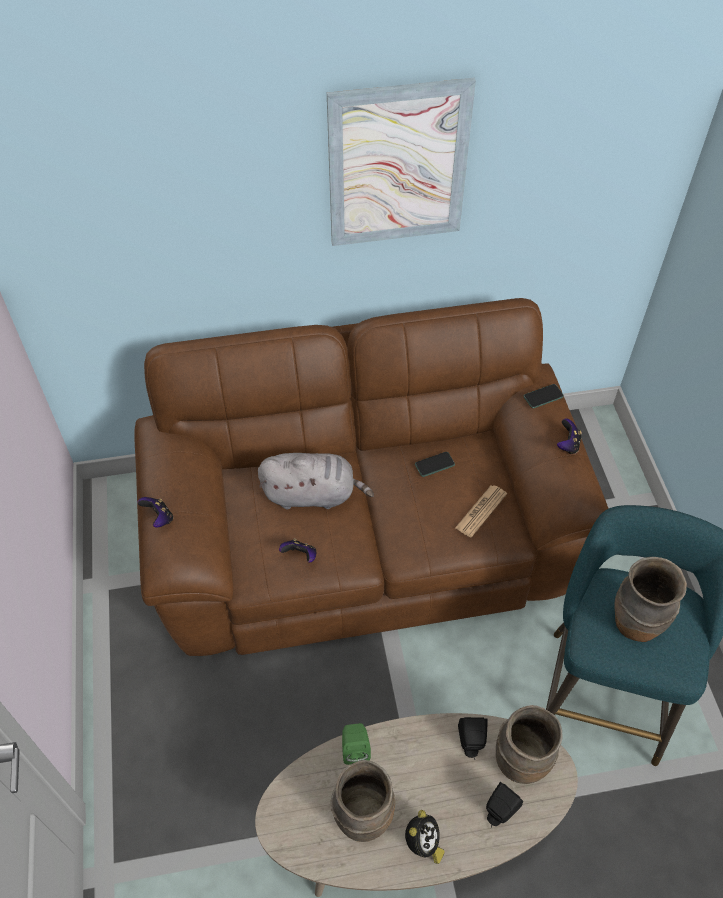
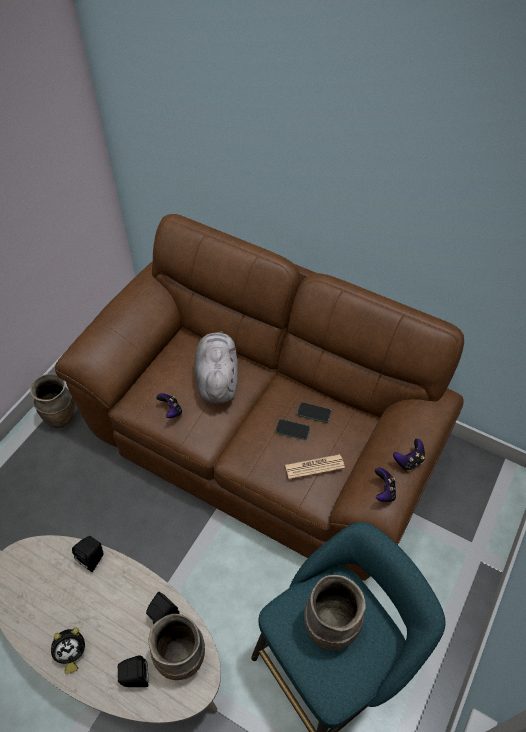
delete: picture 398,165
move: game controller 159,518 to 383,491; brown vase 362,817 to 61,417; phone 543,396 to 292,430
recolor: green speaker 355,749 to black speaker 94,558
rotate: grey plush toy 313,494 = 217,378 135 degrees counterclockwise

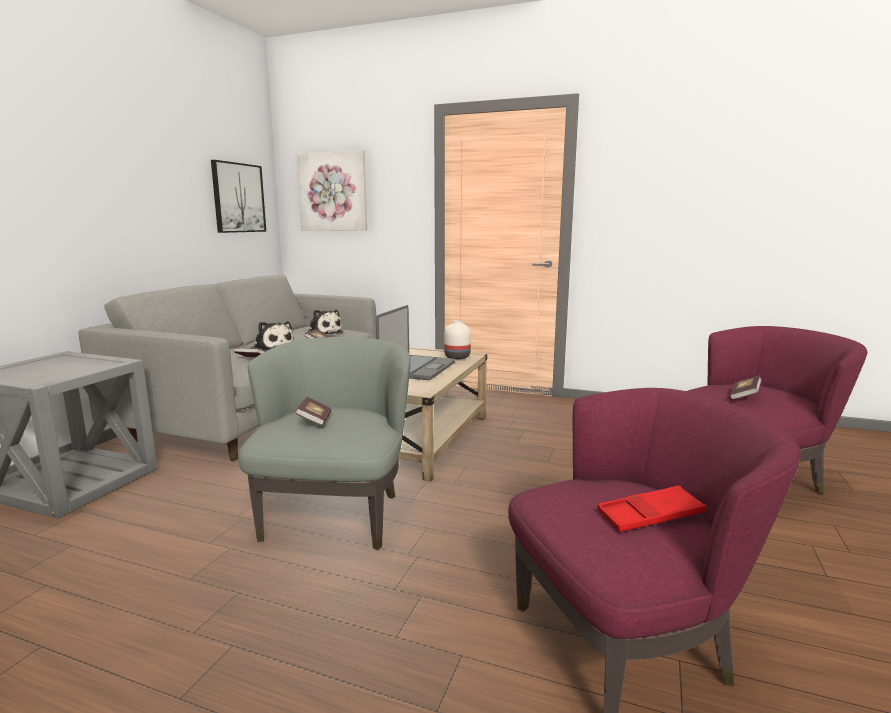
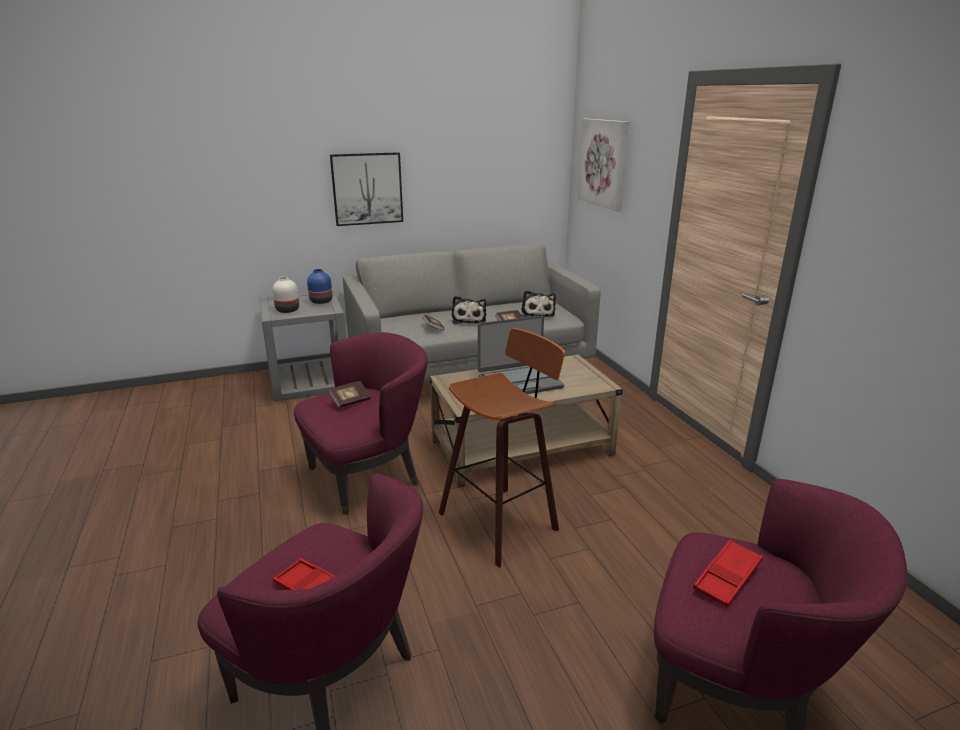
insert: blue vase 320,301; stool 502,521
move: picture 238,198 to 367,189; white vase 456,357 to 287,310
replace: book 744,396 to red tray 727,577
recolor: grey armchair 335,514 to purple armchair 368,476

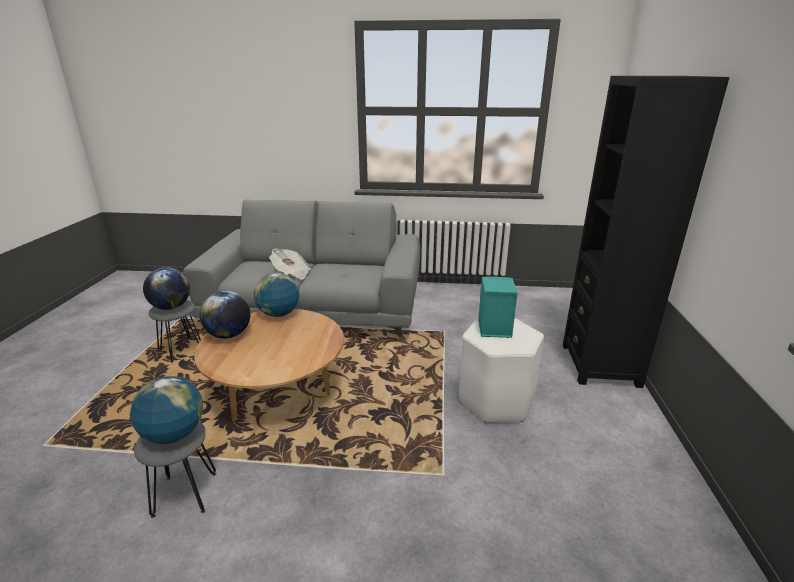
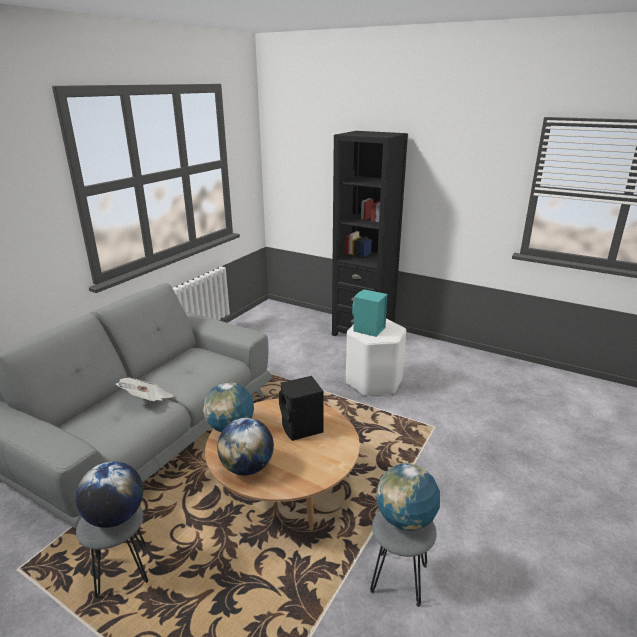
insert: black speaker 302,429

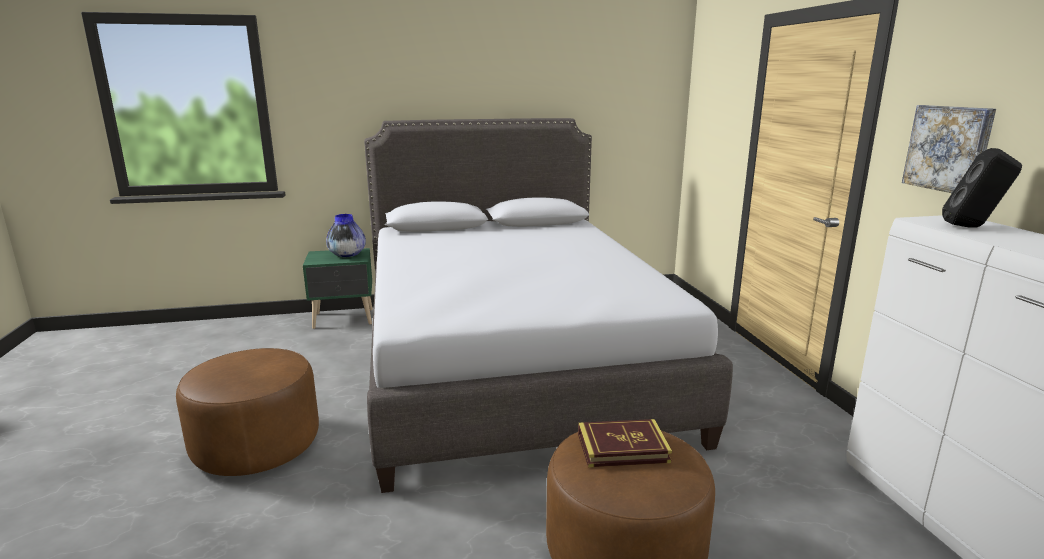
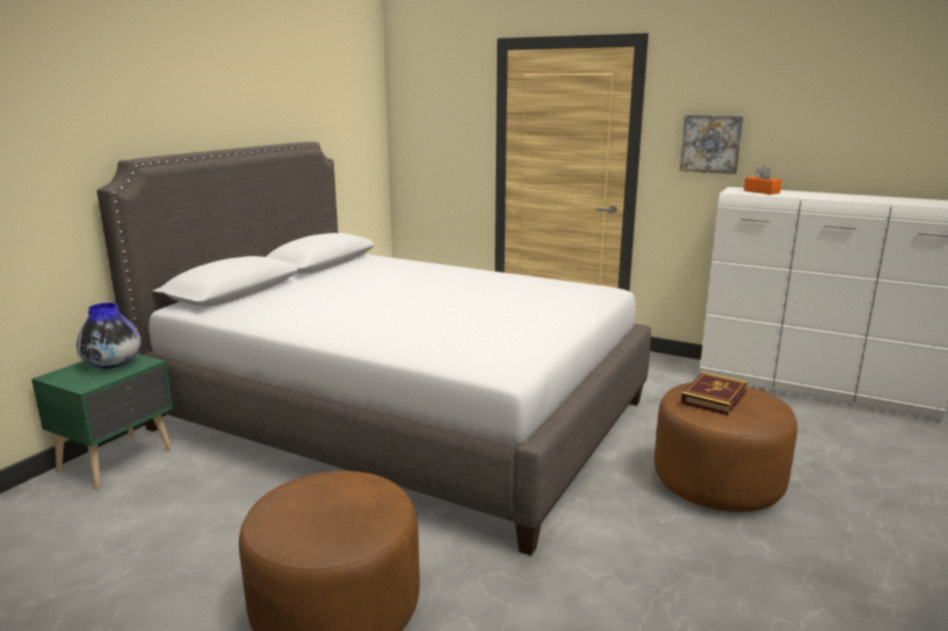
replace: black speaker 973,227 to orange tissue box 761,192

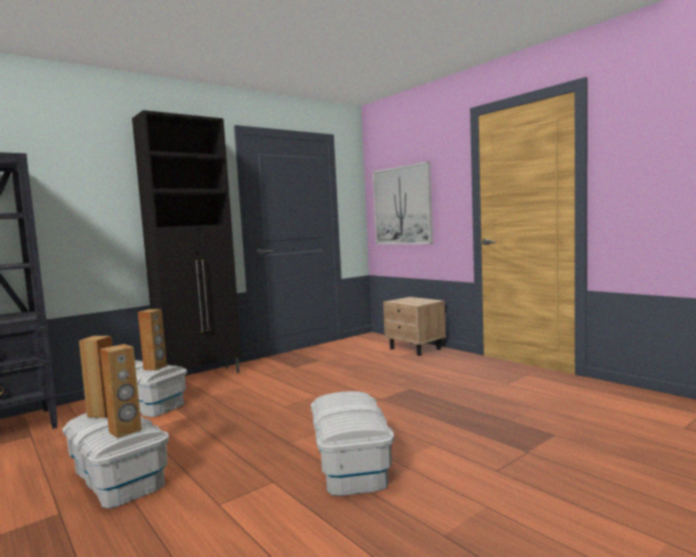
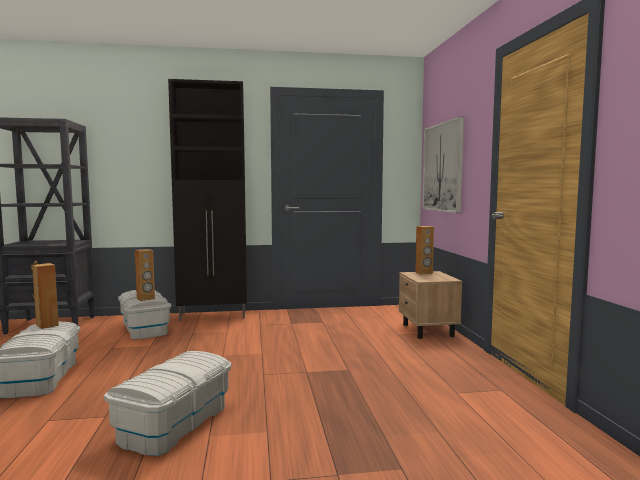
move: brown speaker 125,431 to 424,273

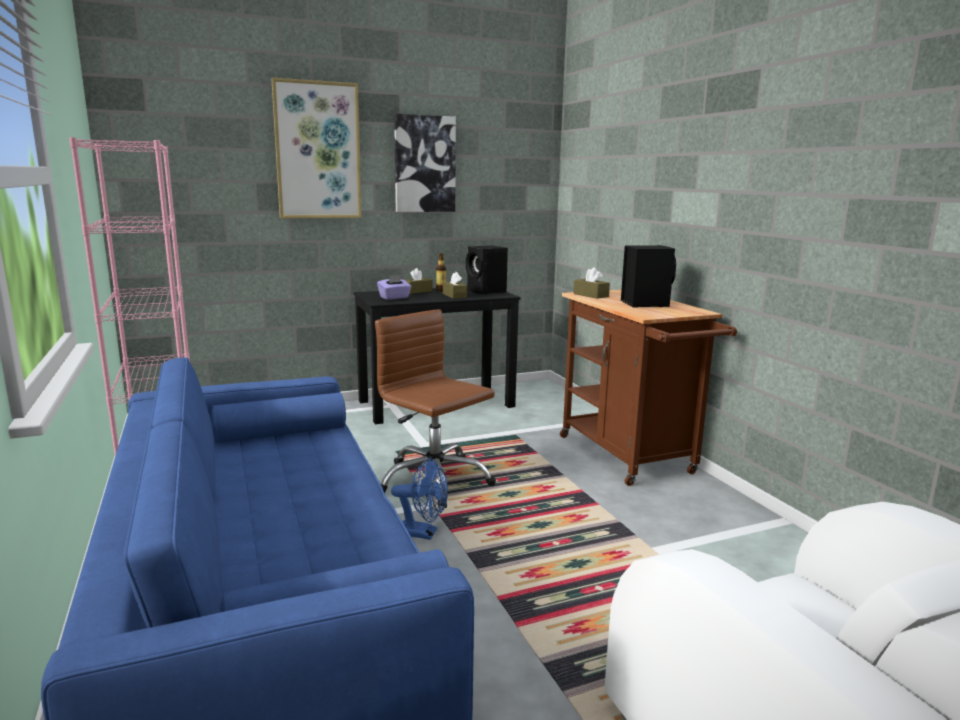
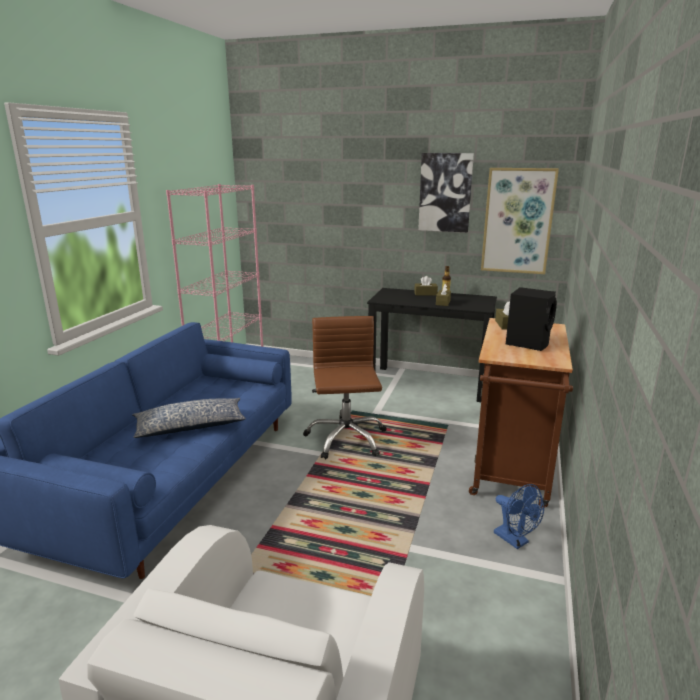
delete: purple tissue box 394,298; black speaker 487,291
insert: pillow 191,427
move: picture 318,151 to 517,221; blue fan 423,533 to 515,541

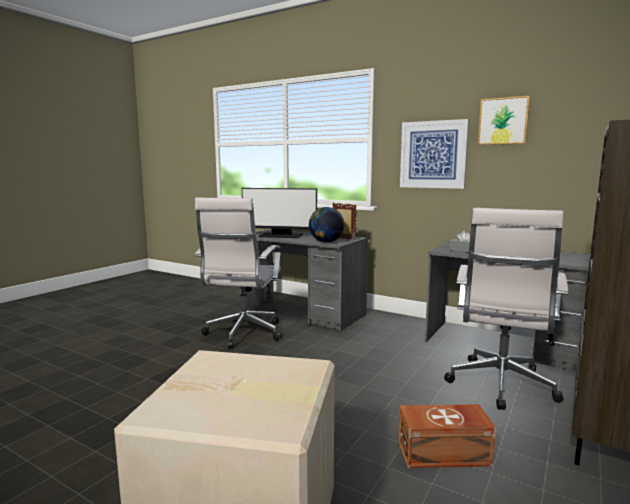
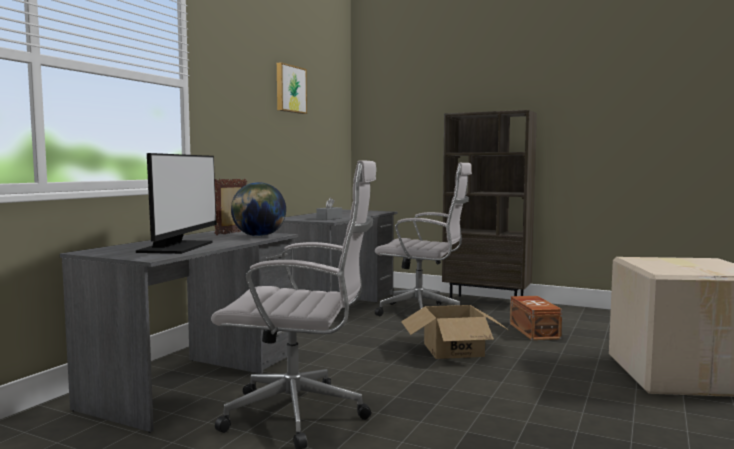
delete: picture 433,154
insert: cardboard box 453,349

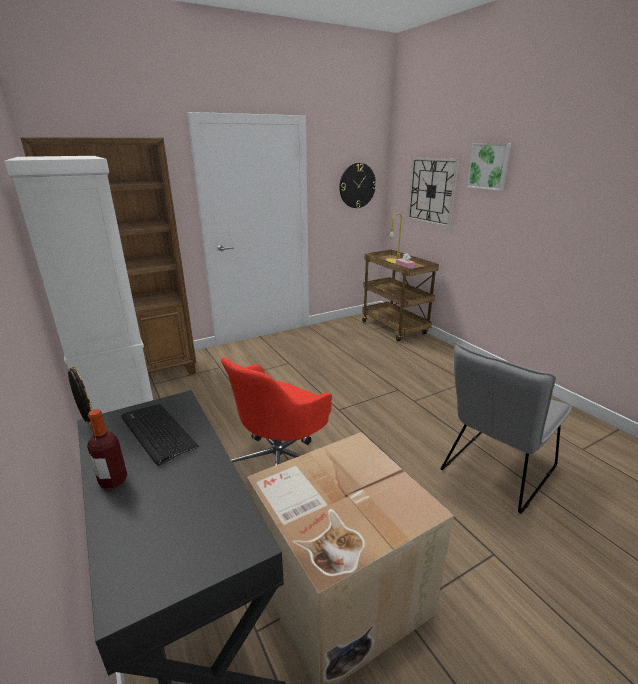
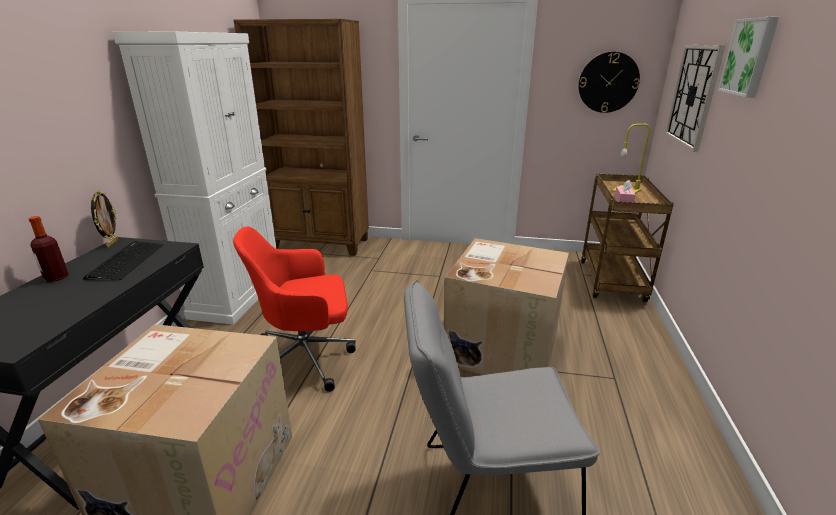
insert: cardboard box 501,347

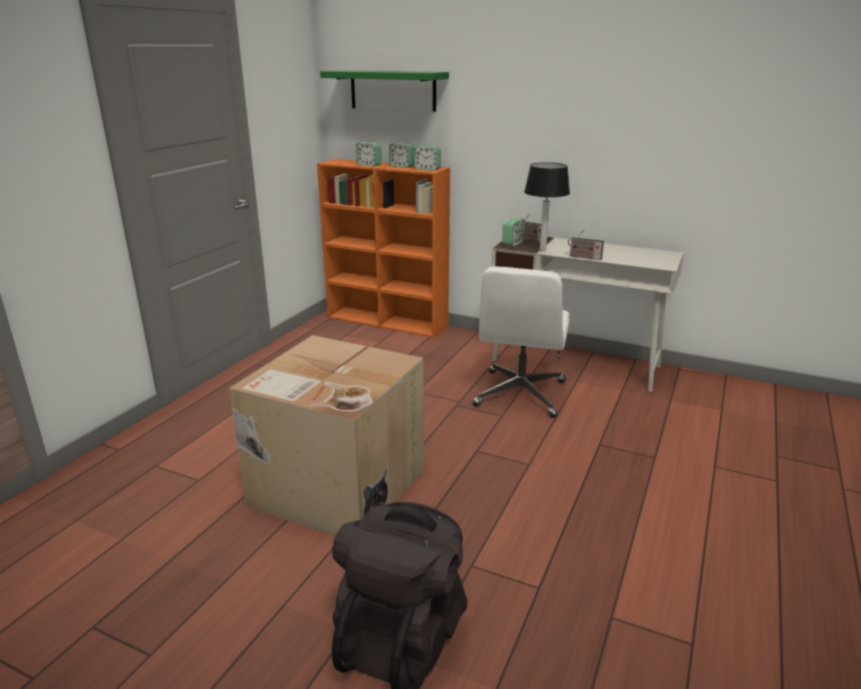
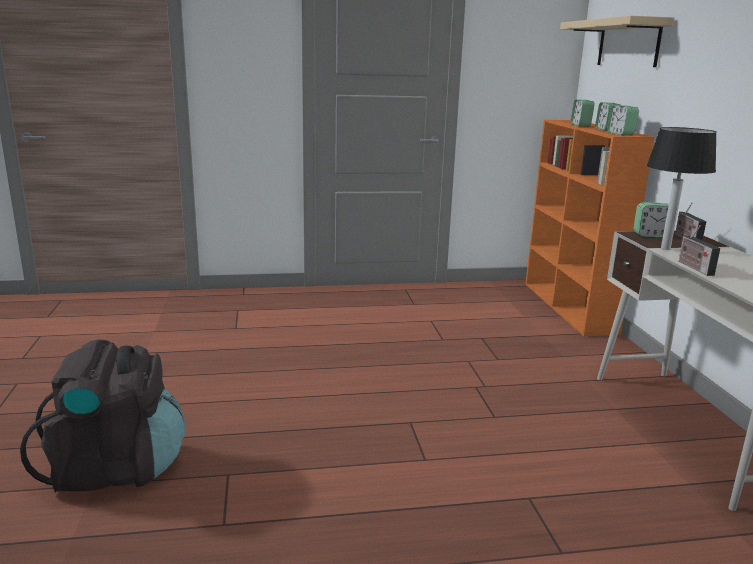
delete: cardboard box 335,487; white office chair 520,394
recolor: green shelf 392,90 to beige shelf 628,43

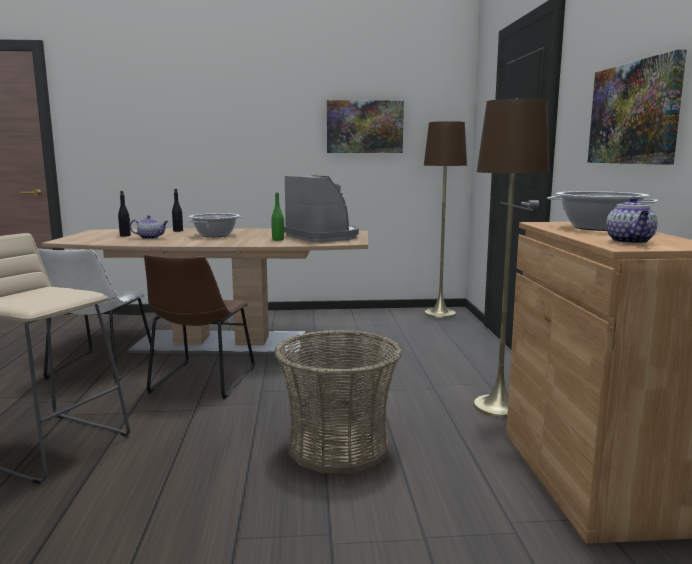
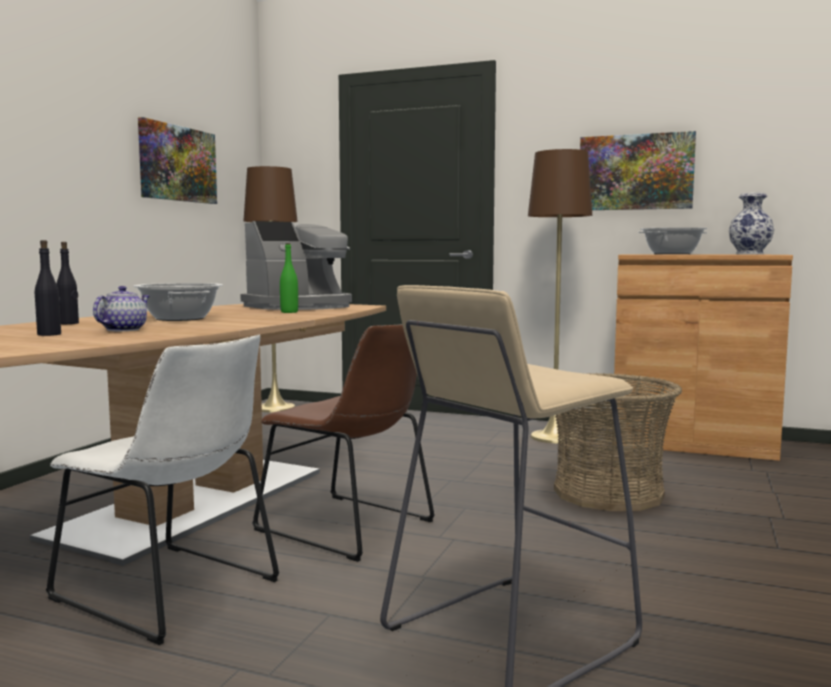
replace: teapot 630,241 to vase 750,254
rotate: coffee machine 323,237 = 300,306 150 degrees clockwise

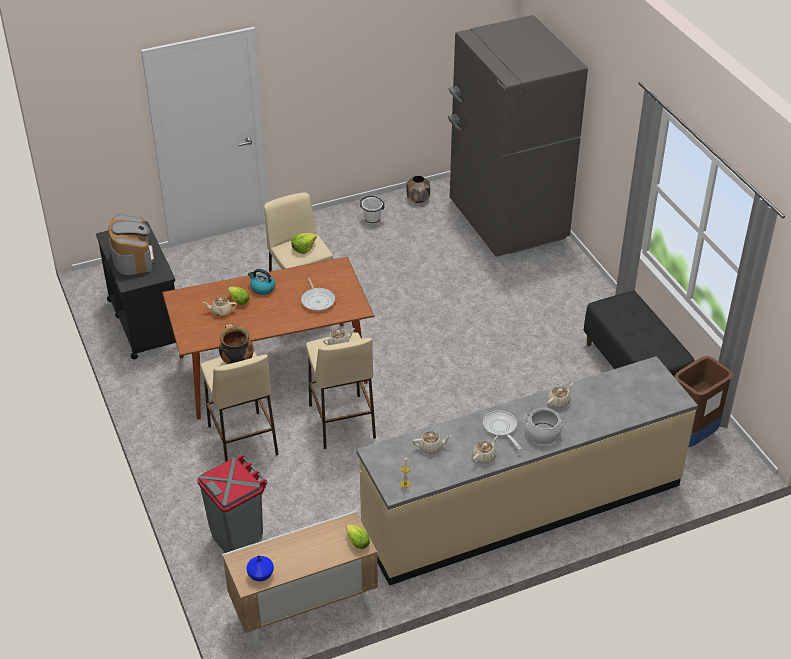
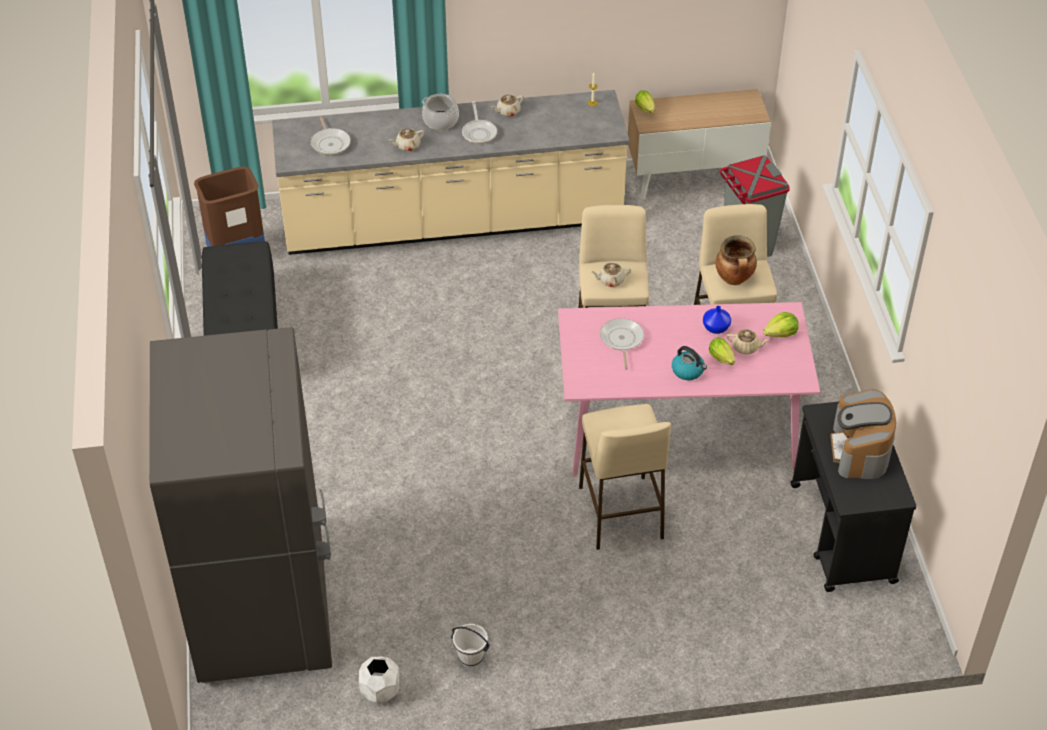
delete: beige teapot 431,447
insert: frying pan 330,143
move: blue vase 260,575 to 716,328; lettuce 303,248 to 781,334
recolor: brown dining table 273,369 to pink dining table 677,427; brown planter 418,199 to white planter 379,690

